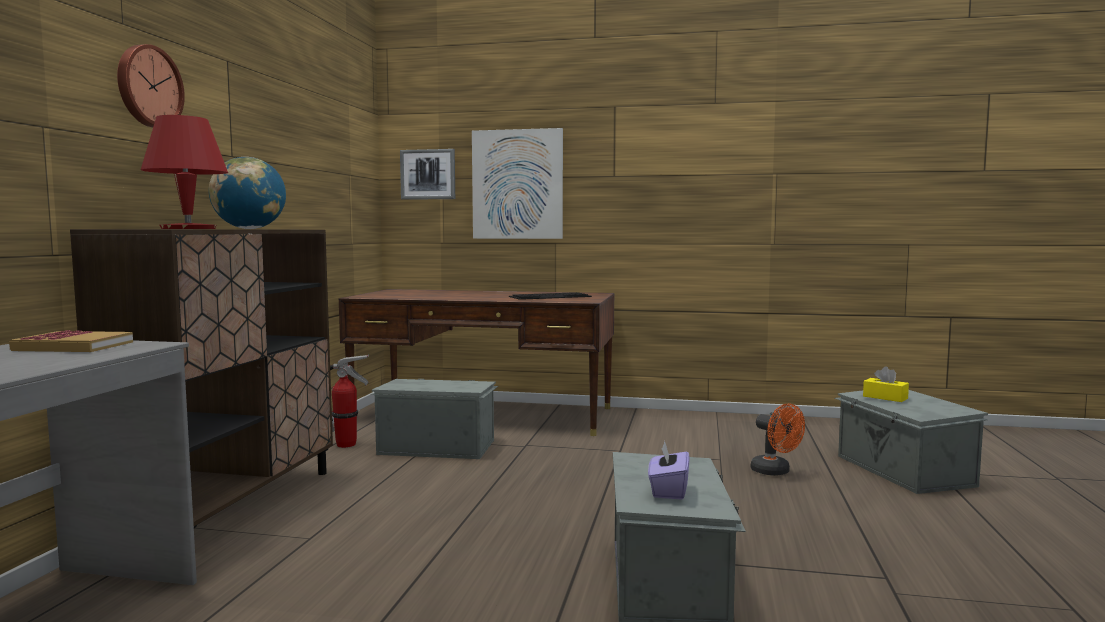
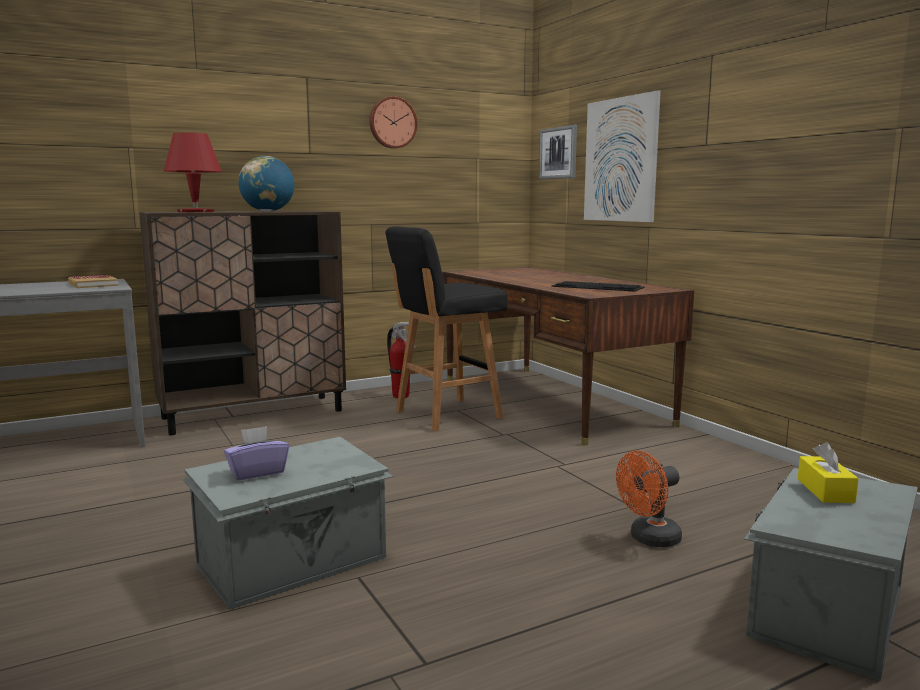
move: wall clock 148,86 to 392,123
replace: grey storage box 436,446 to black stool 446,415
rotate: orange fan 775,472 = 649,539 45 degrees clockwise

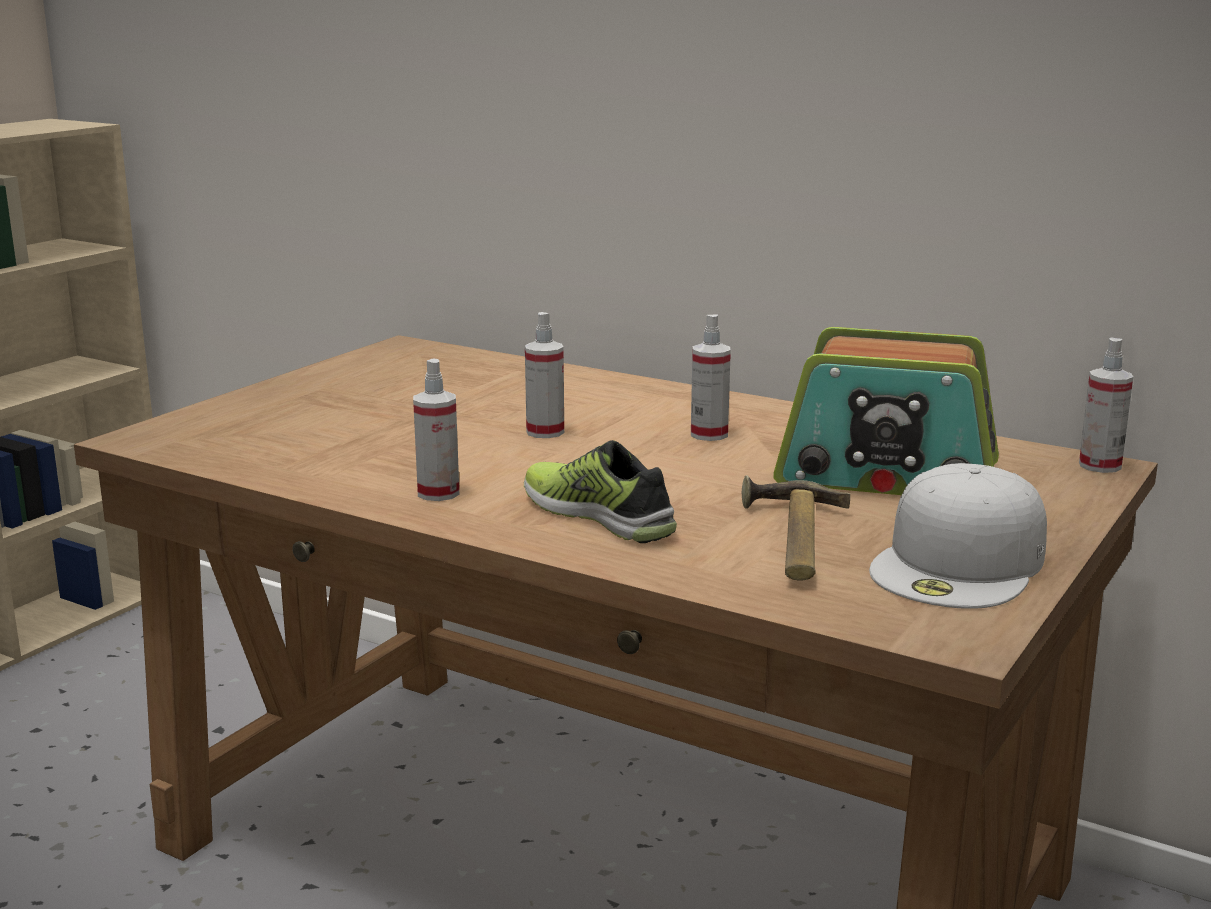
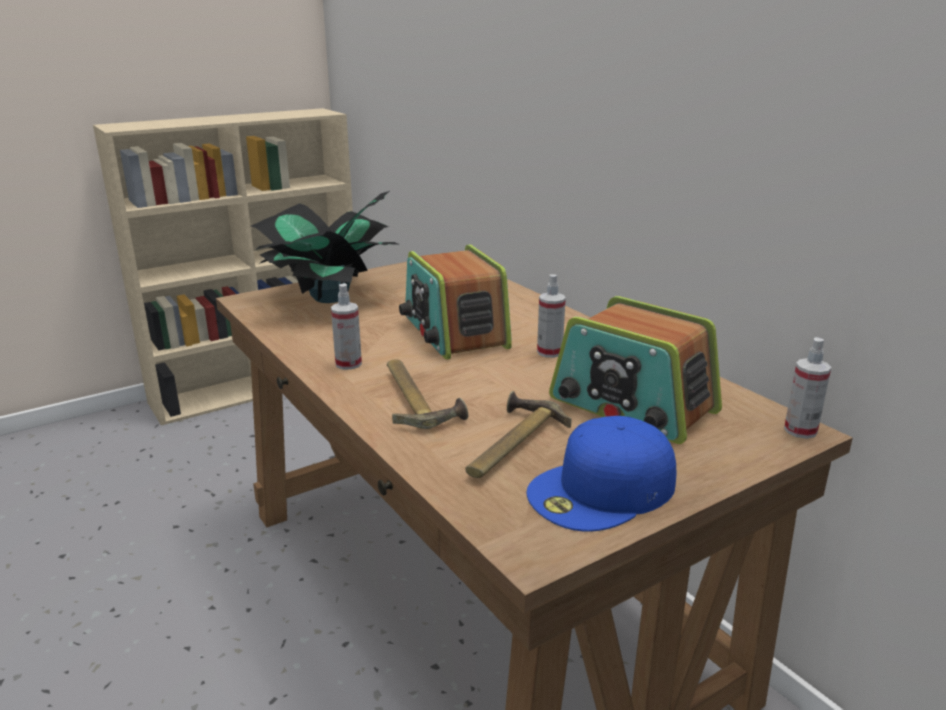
insert: potted plant 328,298
replace: shoe 600,516 to hammer 417,399; spray bottle 545,432 to radio 454,332
recolor: white cap 960,564 to blue cap 602,490

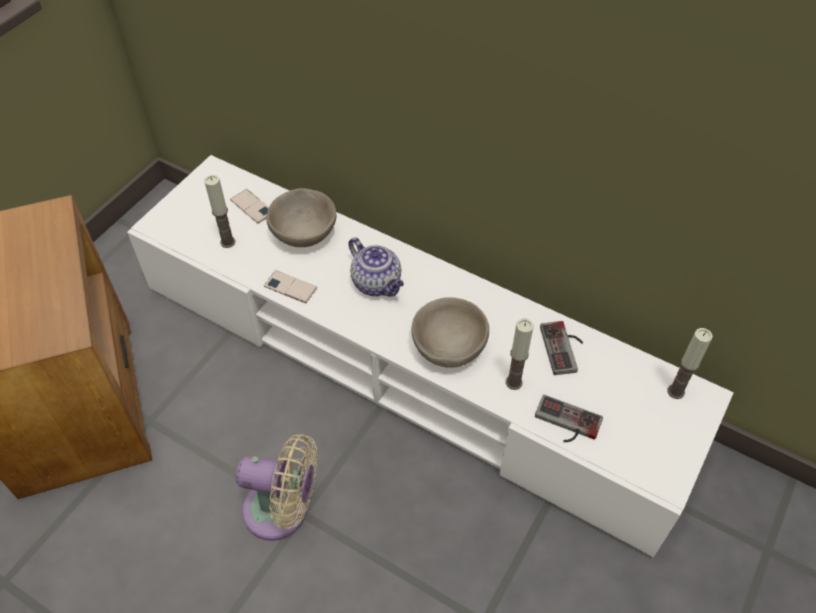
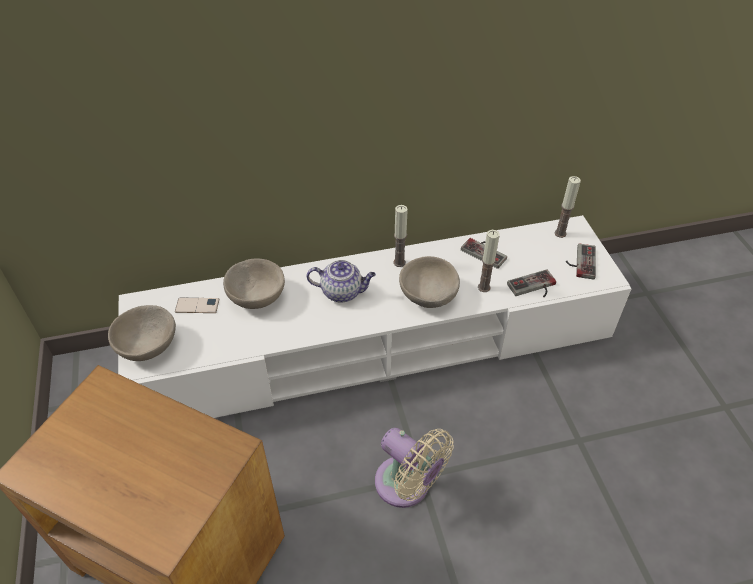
delete: phone 290,287
insert: beige bowl 148,347; game controller 580,261
move: candle 227,242 to 399,262
rotate: beige fan 282,511 = 407,486 75 degrees clockwise

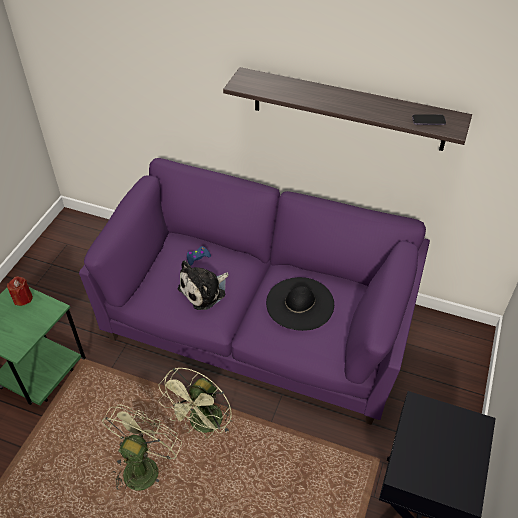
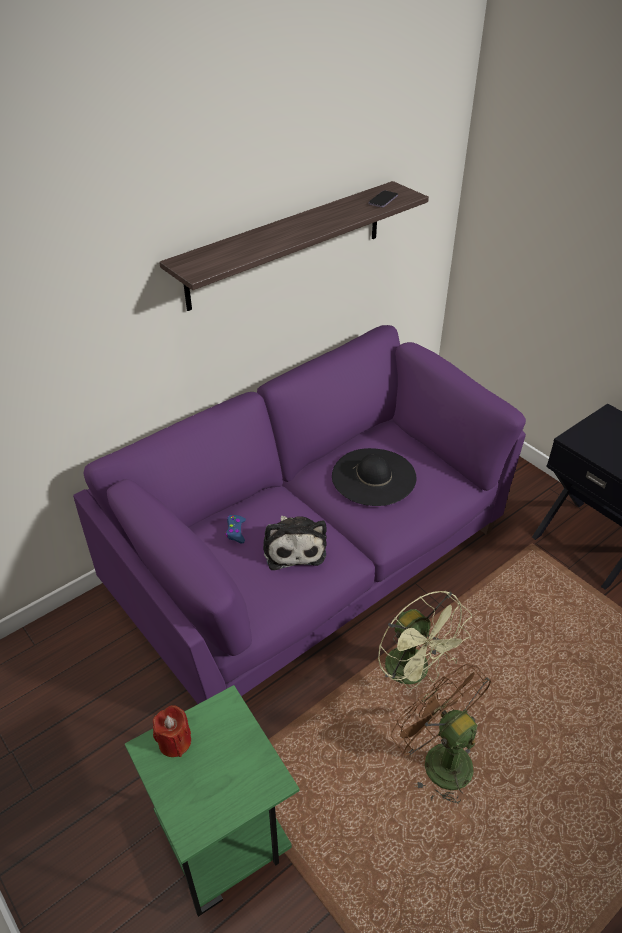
recolor: green fan 144,465 to brown fan 438,759

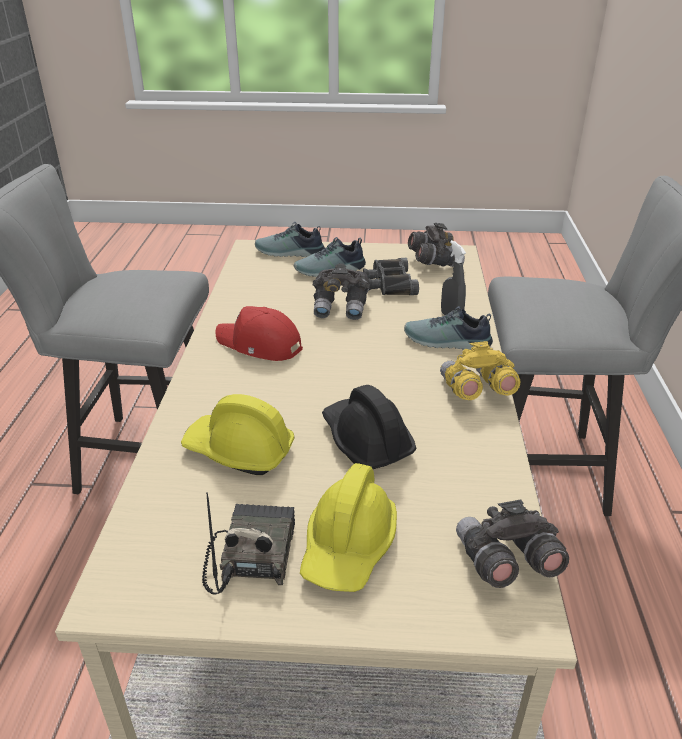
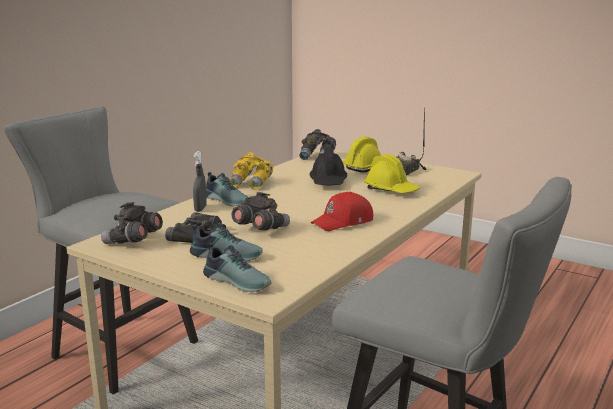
rotate: red cap 259,345 = 343,222 90 degrees clockwise

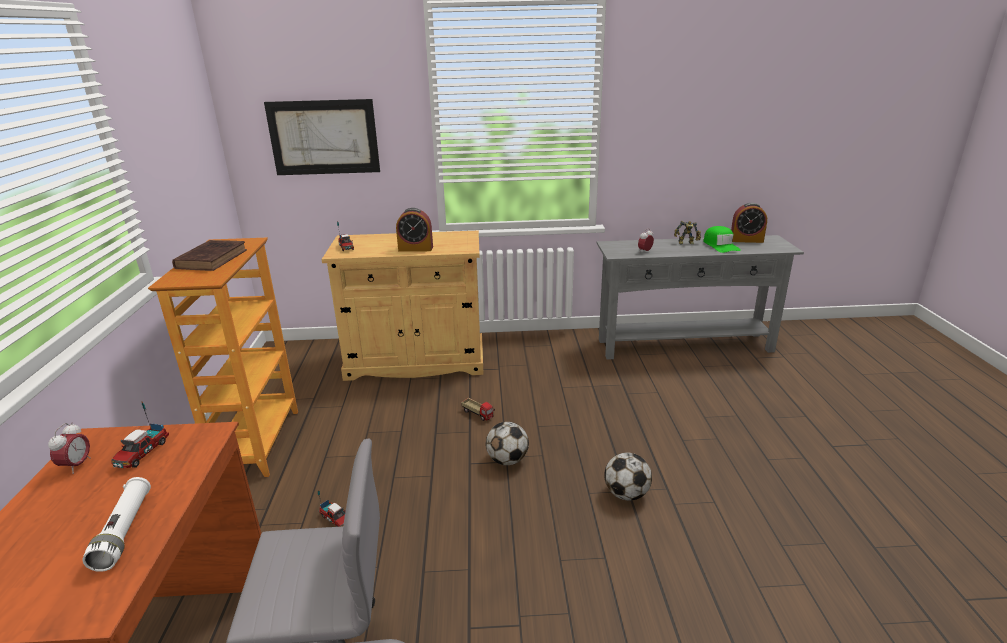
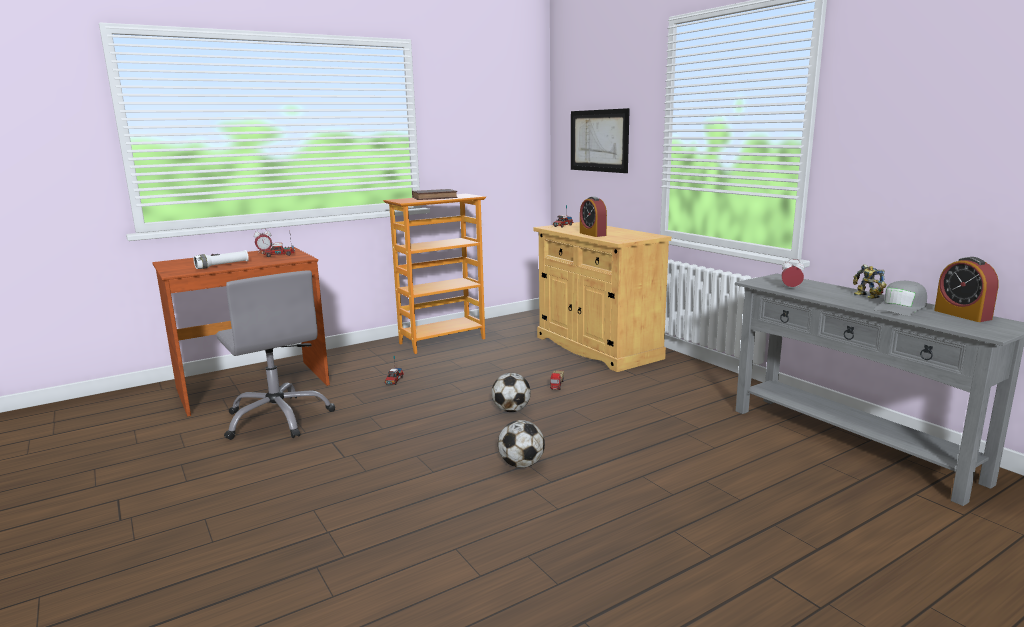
recolor: green cap 720,245 to grey cap 901,308

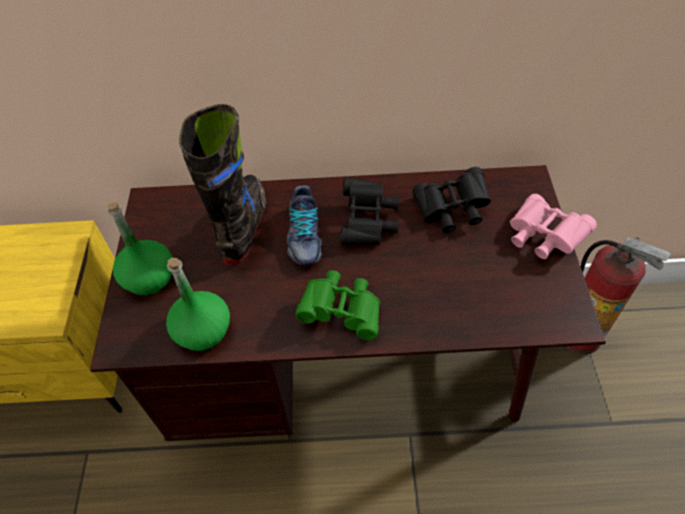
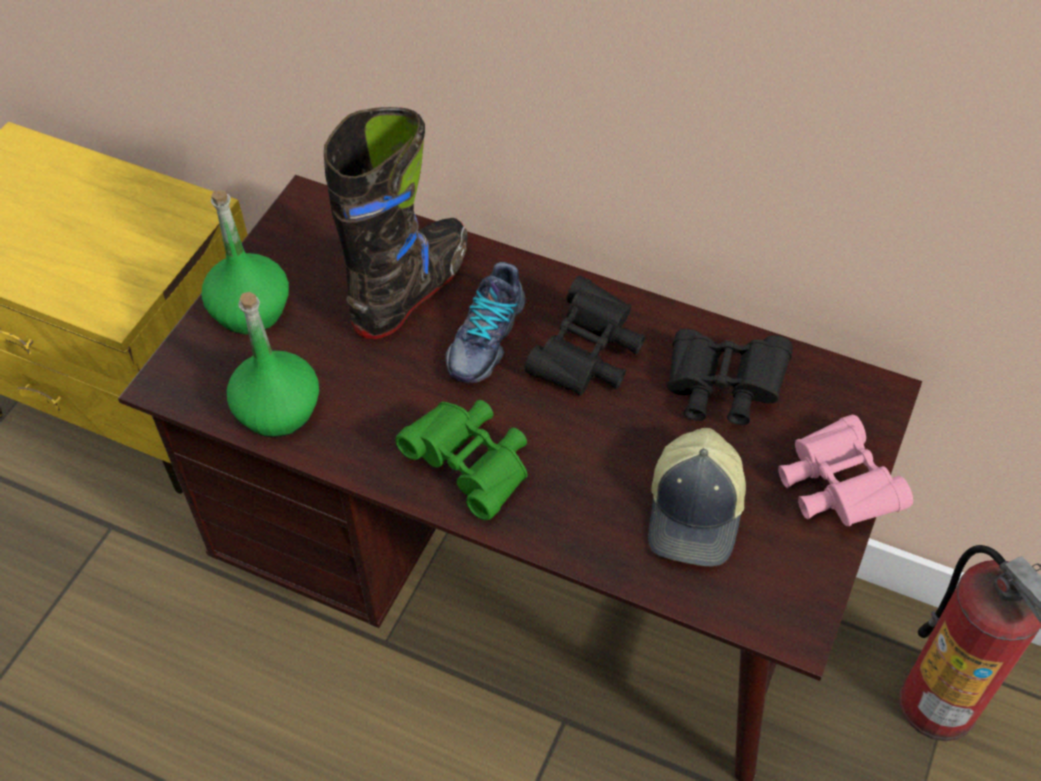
insert: cap 696,512

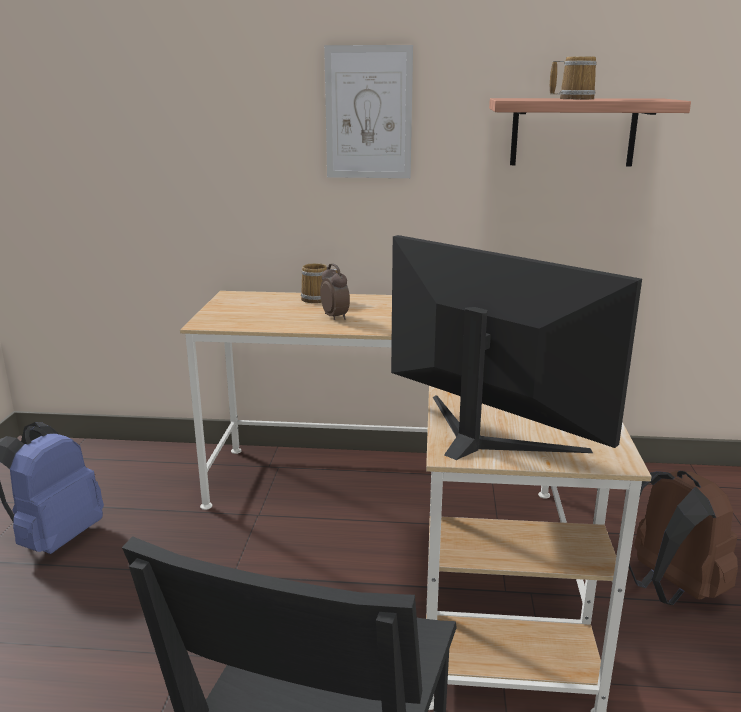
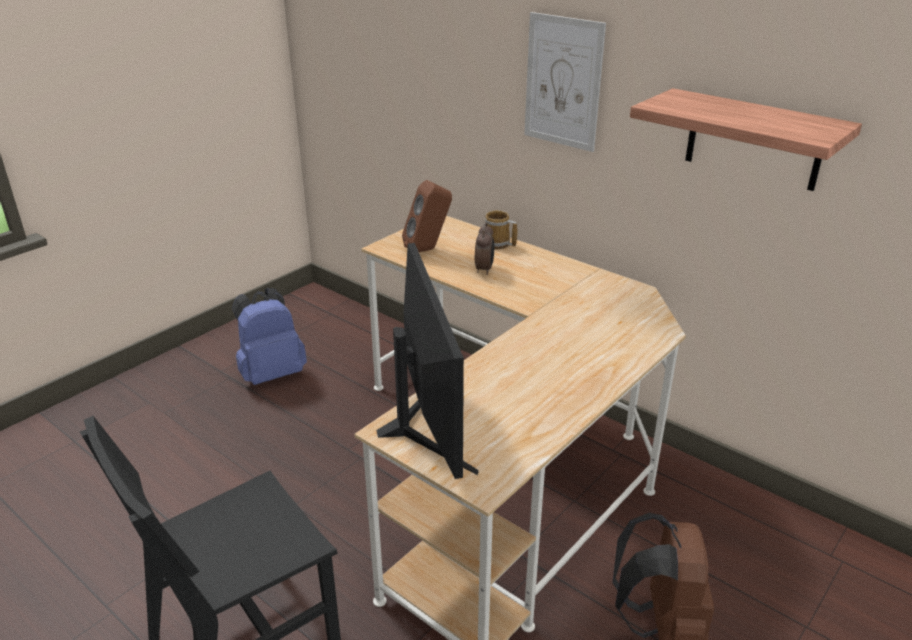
delete: mug 574,98
insert: brown speaker 428,249

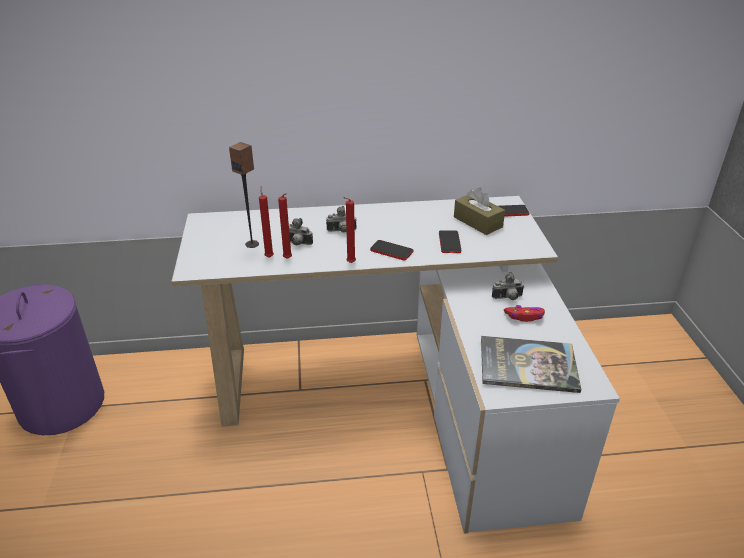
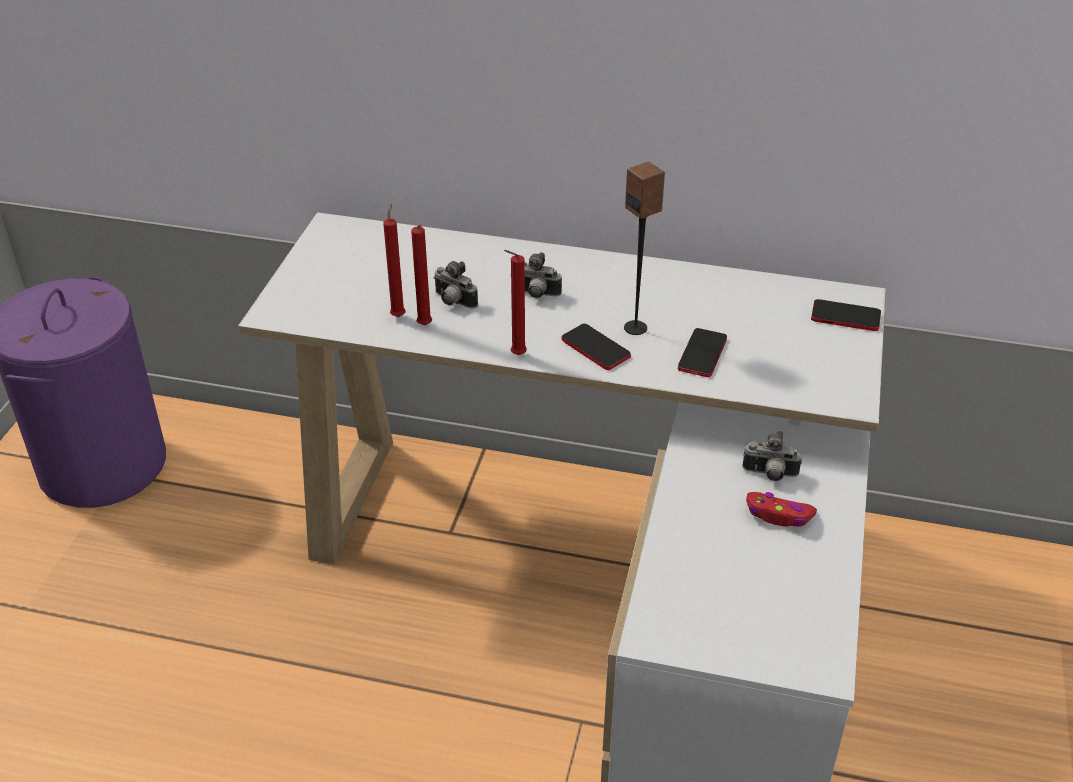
delete: brown tissue box 477,222; book 528,365
move: speaker 252,244 to 636,328

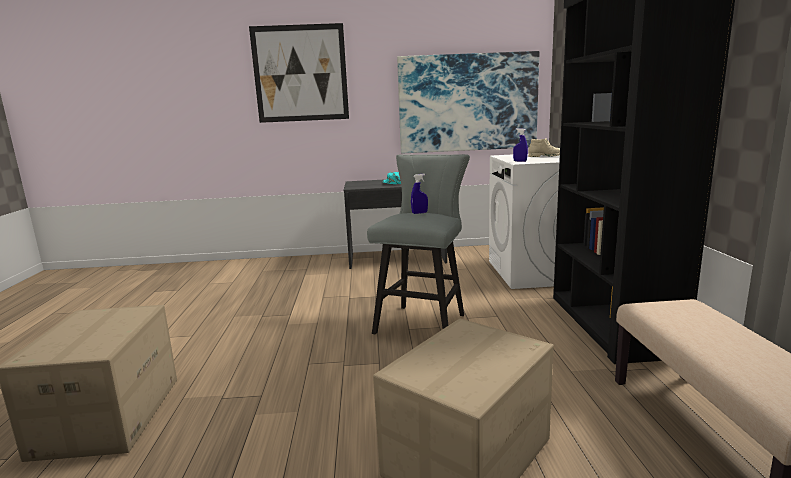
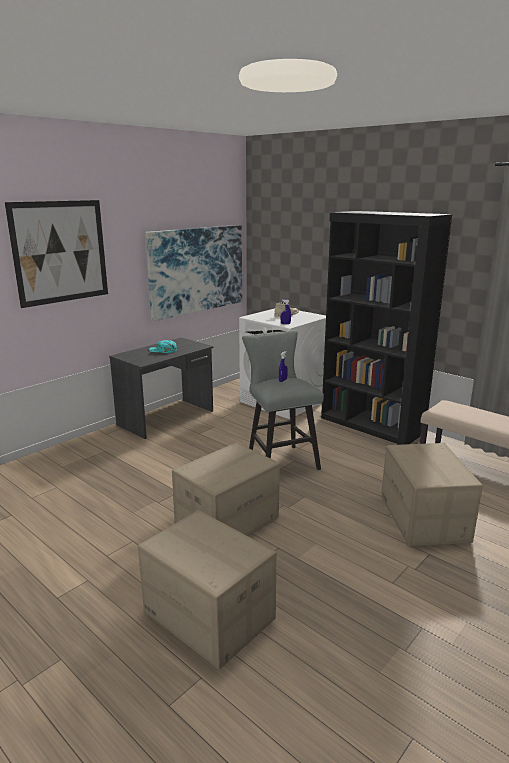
insert: cardboard box 227,521

